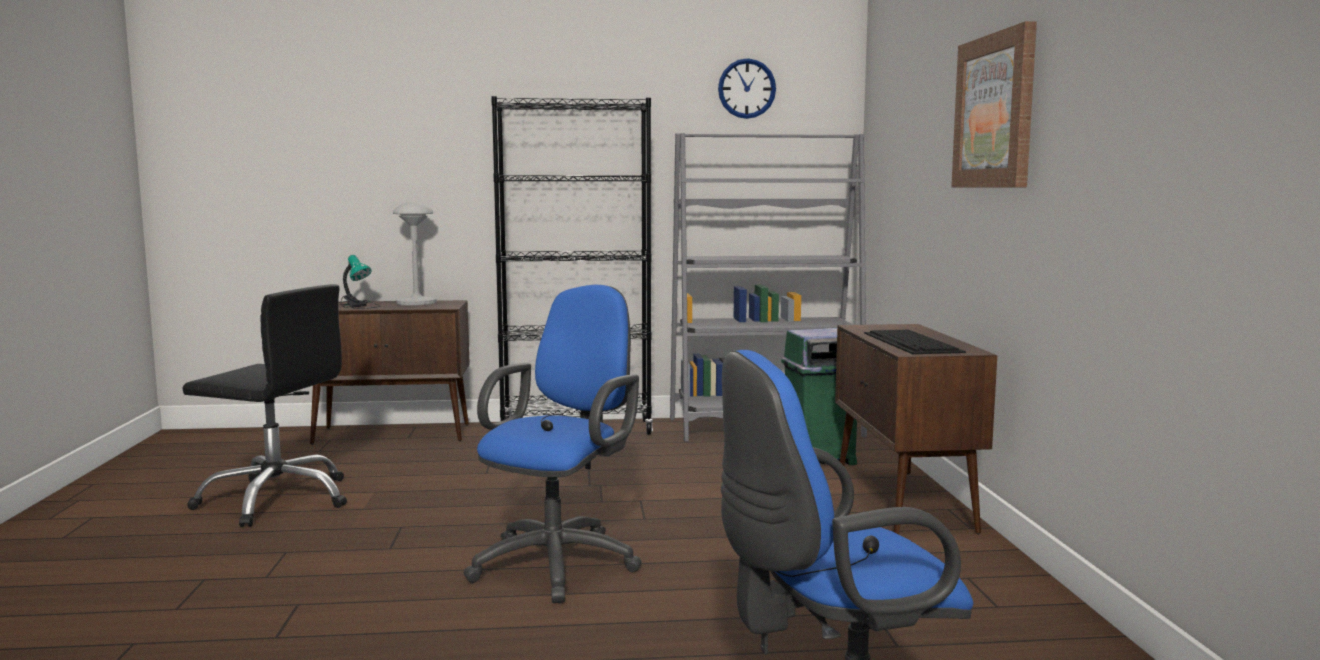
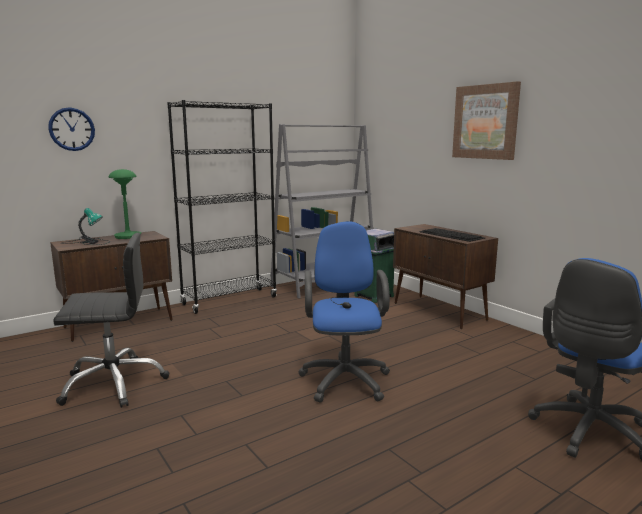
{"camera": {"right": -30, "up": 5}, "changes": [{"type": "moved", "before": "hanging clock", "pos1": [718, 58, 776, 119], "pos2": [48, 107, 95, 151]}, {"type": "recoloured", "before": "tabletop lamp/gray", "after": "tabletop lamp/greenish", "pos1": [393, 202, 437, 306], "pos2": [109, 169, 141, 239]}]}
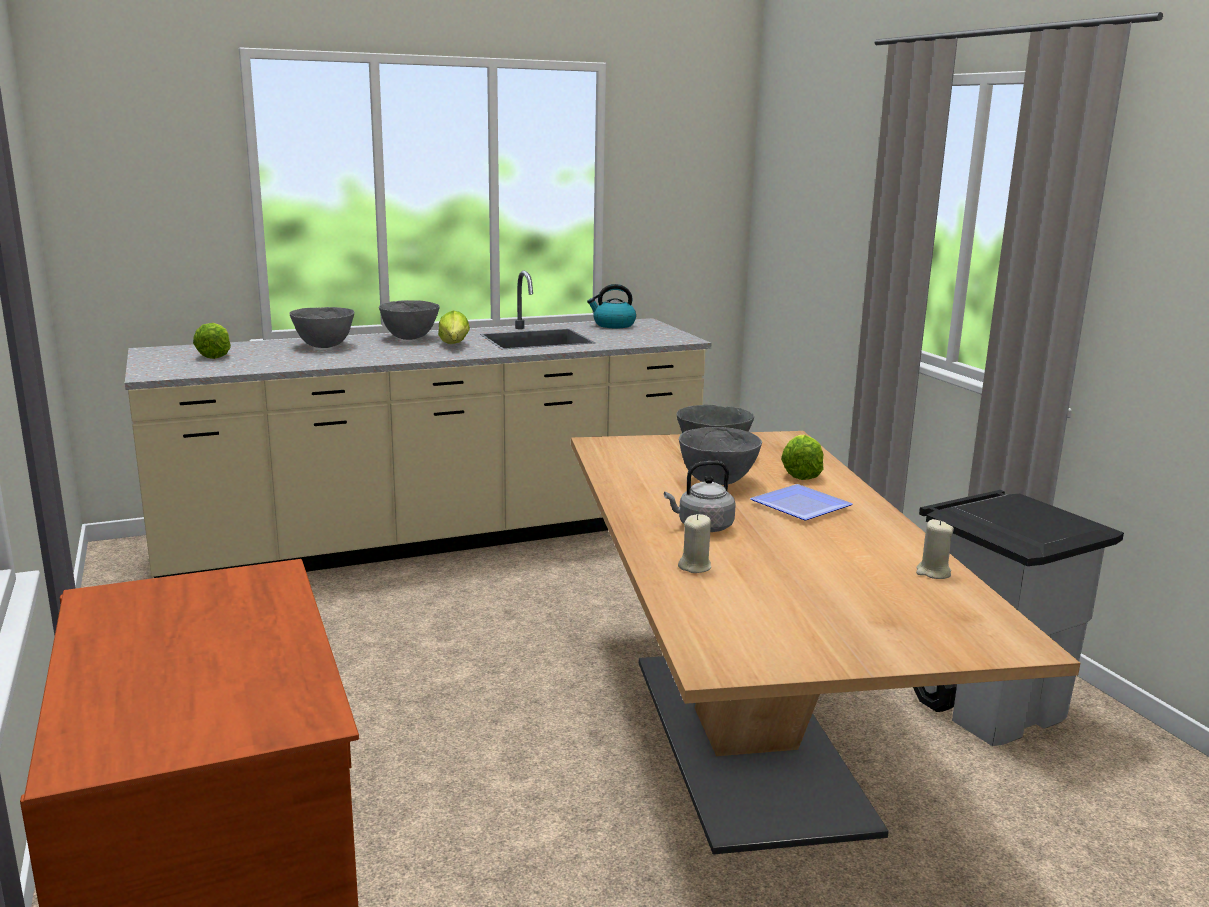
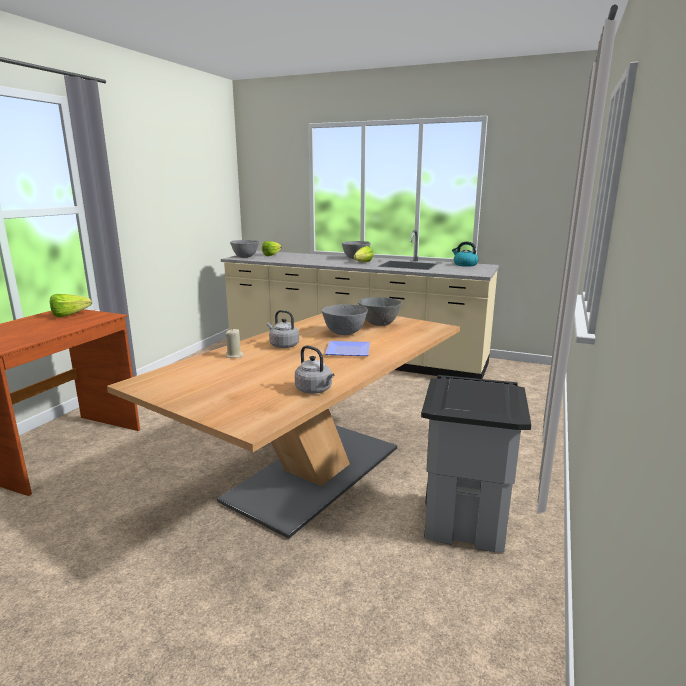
{"camera": {"right": 45, "up": 0}, "changes": [{"type": "moved", "before": "lettuce", "pos1": [781, 434, 824, 480], "pos2": [50, 294, 92, 317]}, {"type": "moved", "before": "serving bowl/gray", "pos1": [289, 307, 354, 348], "pos2": [230, 240, 259, 258]}, {"type": "replaced", "before": "candle/beige-coloured", "after": "tea kettle/gray", "pos1": [916, 519, 954, 579], "pos2": [295, 345, 334, 394]}]}
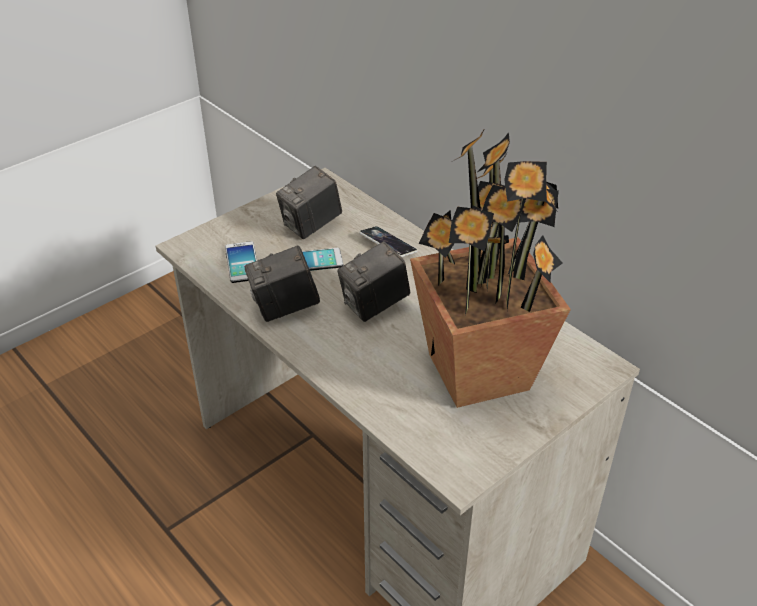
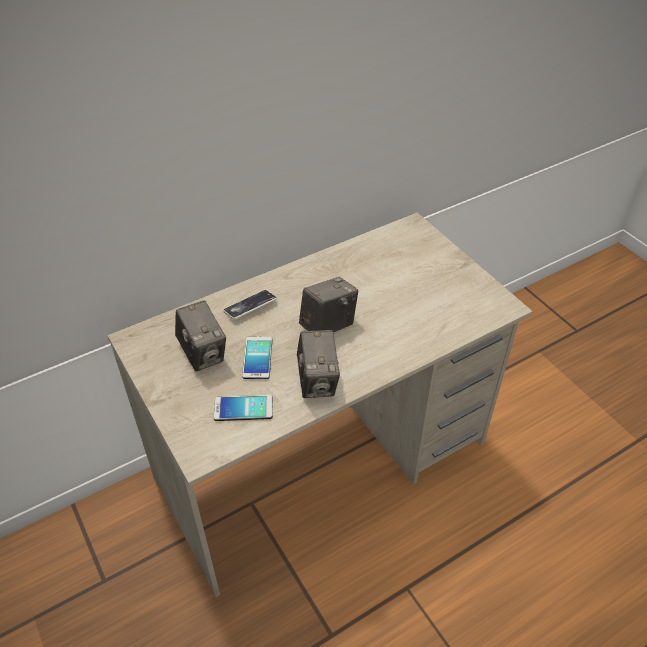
{"camera": {"right": -80, "up": 5}, "changes": [{"type": "turned", "before": "photo camera", "pos1": [337, 241, 410, 322], "pos2": [299, 277, 358, 332], "turn": -105}, {"type": "removed", "before": "houseplant", "pos1": [410, 128, 571, 408]}]}
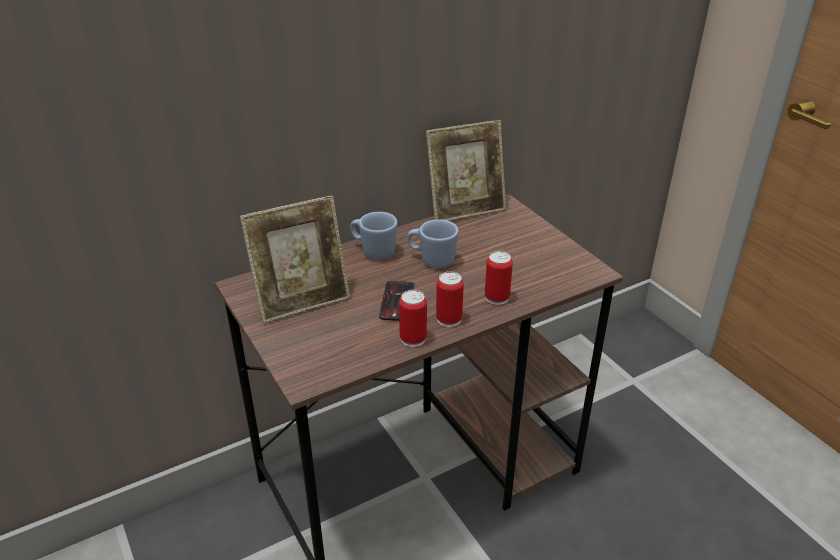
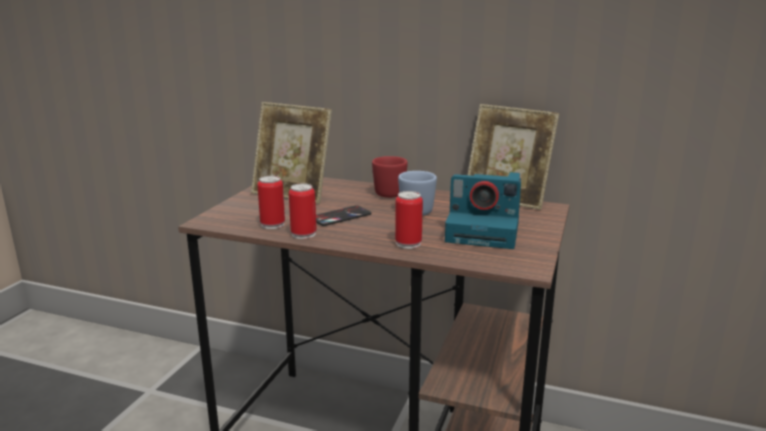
{"camera": {"right": 50, "up": -15}, "changes": [{"type": "moved", "before": "can", "pos1": [436, 271, 464, 327], "pos2": [257, 176, 285, 229]}, {"type": "recoloured", "before": "mug/blue", "after": "mug/reddish", "pos1": [350, 212, 398, 260], "pos2": [372, 156, 408, 198]}, {"type": "added", "after": "photo camera", "pos2": [445, 172, 521, 249]}]}
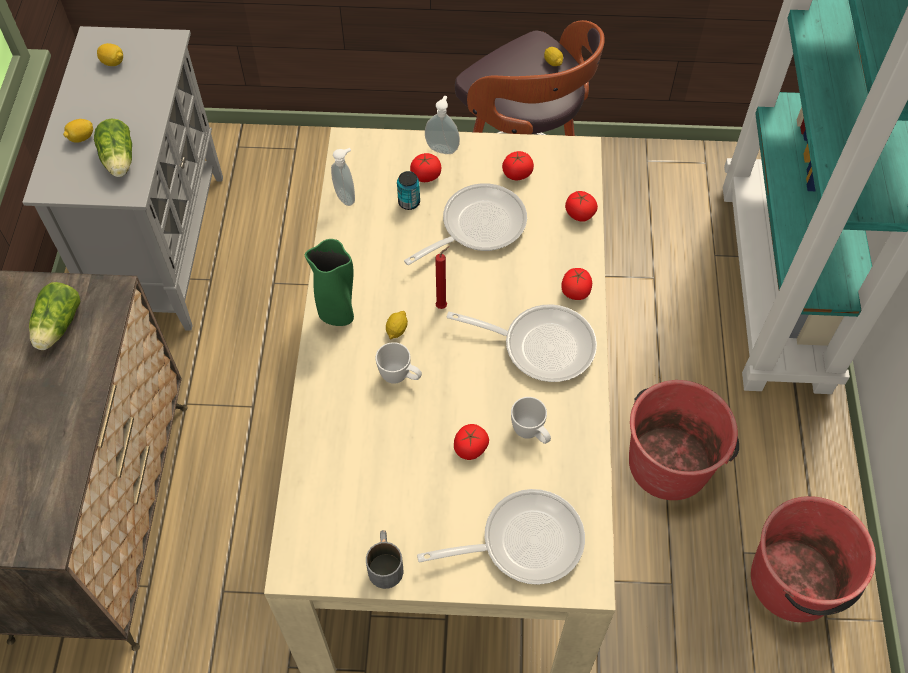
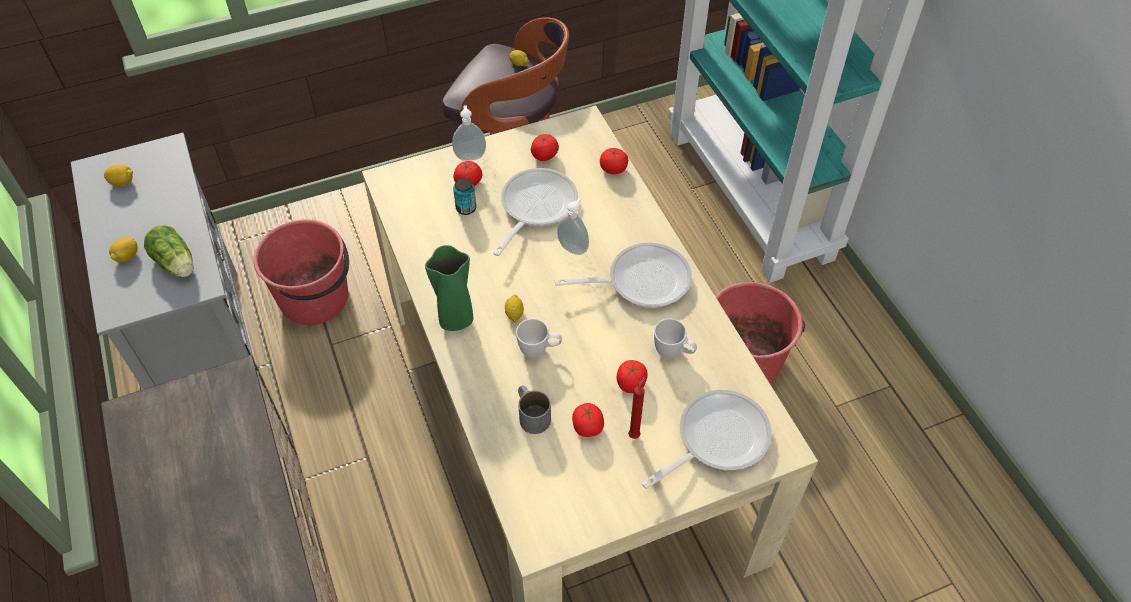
{"camera": {"right": -25, "up": -5}, "changes": [{"type": "moved", "before": "pail/reddish", "pos1": [751, 496, 876, 622], "pos2": [254, 219, 349, 325]}, {"type": "moved", "before": "mug/gray", "pos1": [366, 530, 404, 589], "pos2": [518, 385, 551, 434]}, {"type": "moved", "before": "liquid soap bottle", "pos1": [331, 148, 355, 206], "pos2": [557, 198, 589, 255]}, {"type": "moved", "before": "whole tomato", "pos1": [562, 268, 592, 300], "pos2": [572, 403, 604, 437]}, {"type": "moved", "before": "candle/reddish", "pos1": [435, 247, 449, 309], "pos2": [628, 377, 645, 439]}, {"type": "removed", "before": "lettuce", "pos1": [29, 282, 80, 350]}]}
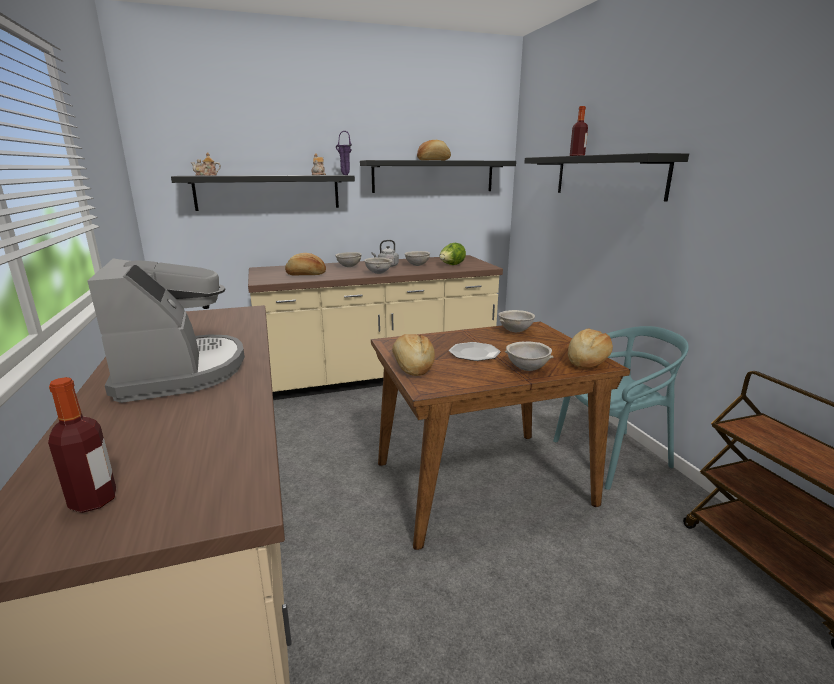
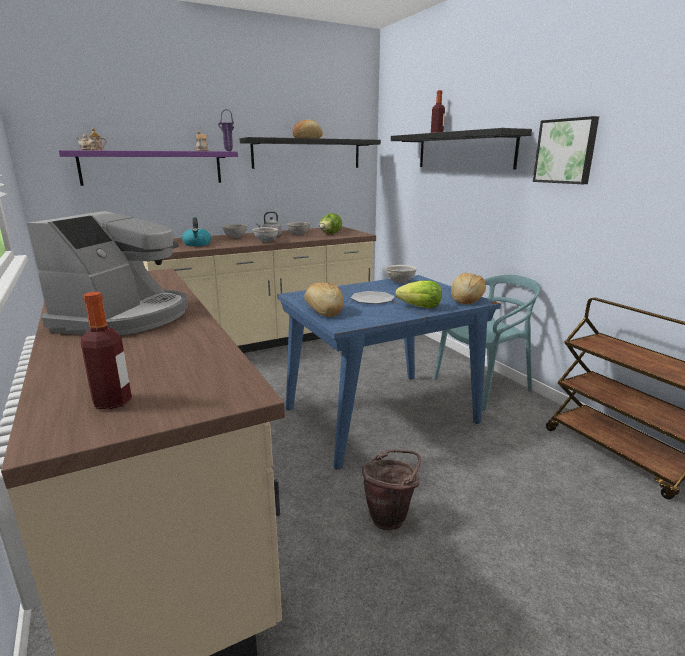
{"camera": {"right": -10, "up": 0}, "changes": [{"type": "turned", "before": "coffee brewer", "pos1": [88, 259, 245, 403], "pos2": [27, 211, 188, 335], "turn": 45}, {"type": "recoloured", "before": "shelf/black", "after": "shelf/purple-coloured", "pos1": [171, 175, 355, 211], "pos2": [59, 150, 238, 186]}, {"type": "replaced", "before": "bakery bread", "after": "tea kettle", "pos1": [285, 253, 326, 276], "pos2": [182, 217, 211, 246]}, {"type": "recoloured", "before": "dinner table/brown", "after": "dinner table/blue", "pos1": [371, 321, 630, 550], "pos2": [277, 275, 501, 469]}, {"type": "added", "after": "pail/brown", "pos2": [362, 449, 421, 530]}, {"type": "replaced", "before": "serving bowl/gray", "after": "lettuce", "pos1": [505, 342, 553, 371], "pos2": [395, 281, 442, 308]}, {"type": "added", "after": "wall picture", "pos2": [533, 116, 599, 184]}]}
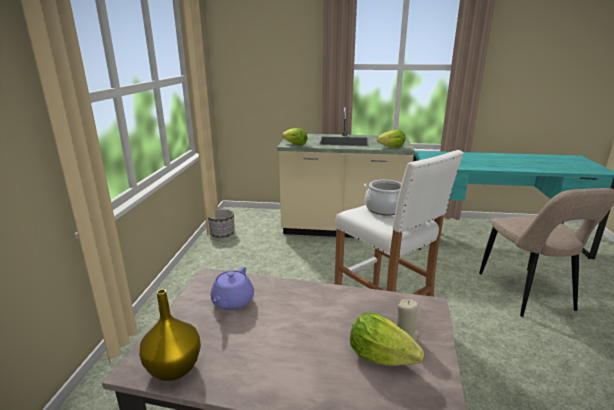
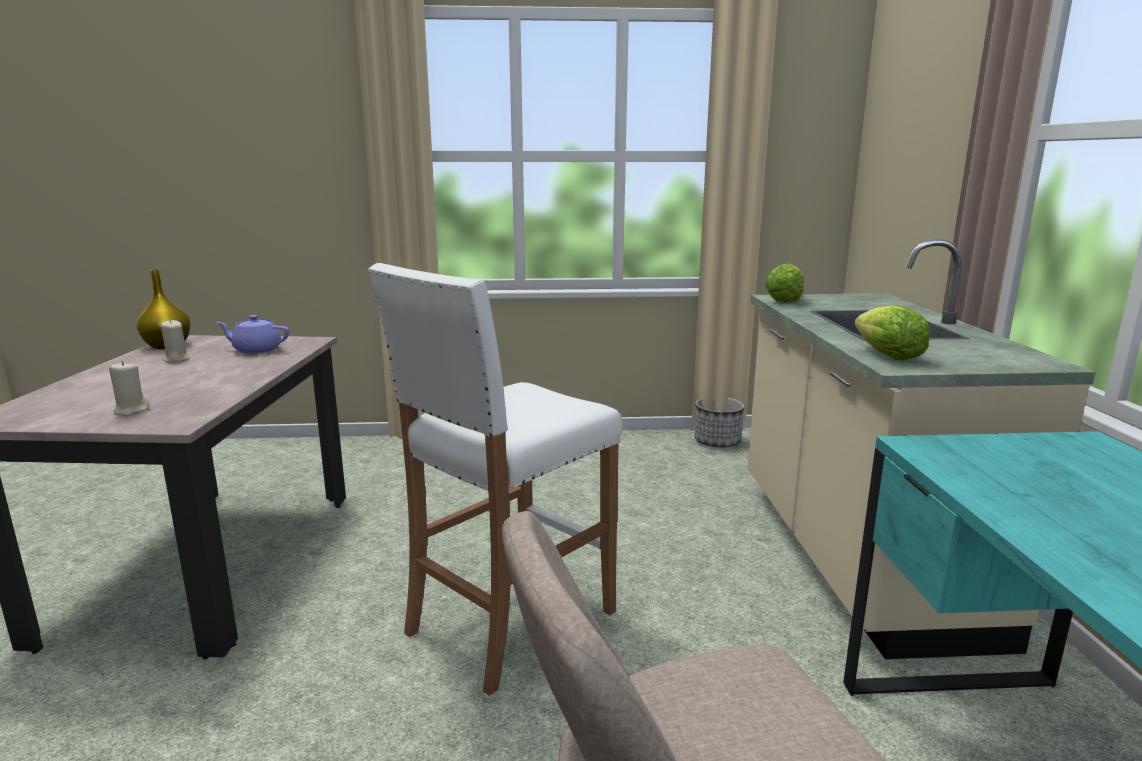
{"camera": {"right": 80, "up": -5}, "changes": [{"type": "added", "after": "candle/beige-coloured", "pos2": [161, 320, 189, 362]}, {"type": "removed", "before": "lettuce", "pos1": [350, 312, 424, 366]}, {"type": "removed", "before": "cooking pot", "pos1": [364, 180, 402, 216]}]}
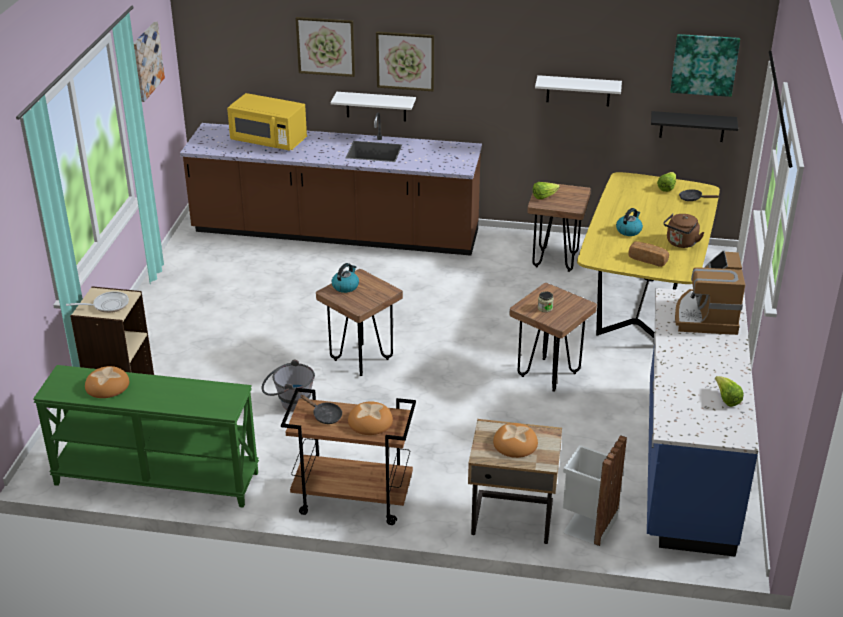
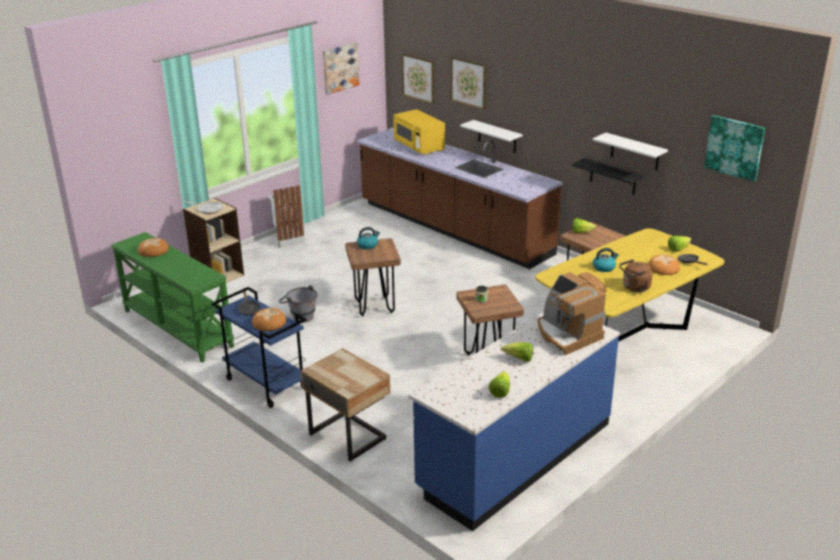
{"camera": {"right": 35, "up": -5}, "changes": [{"type": "recoloured", "before": "wheeled cart/brown", "after": "wheeled cart/blue", "pos1": [281, 388, 416, 525], "pos2": [211, 287, 306, 408]}, {"type": "moved", "before": "waste bin/whitish", "pos1": [563, 435, 627, 546], "pos2": [269, 185, 305, 248]}, {"type": "moved", "before": "wall picture", "pos1": [376, 32, 434, 91], "pos2": [402, 53, 434, 104]}, {"type": "added", "after": "lettuce", "pos2": [500, 342, 533, 362]}, {"type": "turned", "before": "coffee brewer", "pos1": [675, 251, 745, 335], "pos2": [538, 272, 606, 355], "turn": -75}, {"type": "moved", "before": "shelf/black", "pos1": [651, 111, 738, 142], "pos2": [572, 158, 644, 195]}, {"type": "moved", "before": "bakery bread", "pos1": [493, 423, 538, 458], "pos2": [648, 255, 680, 275]}]}
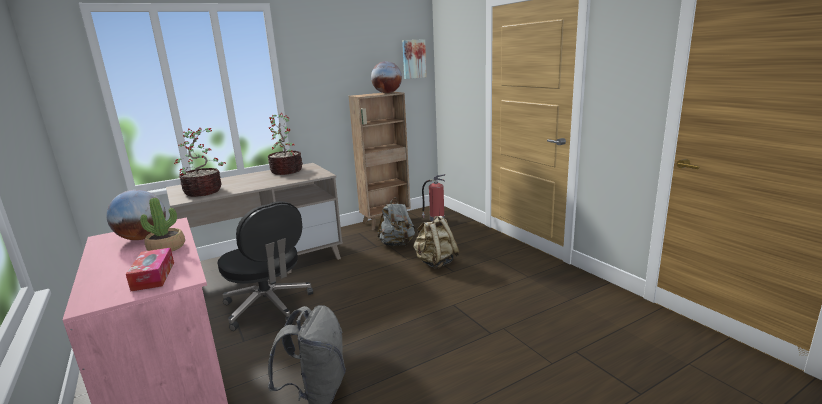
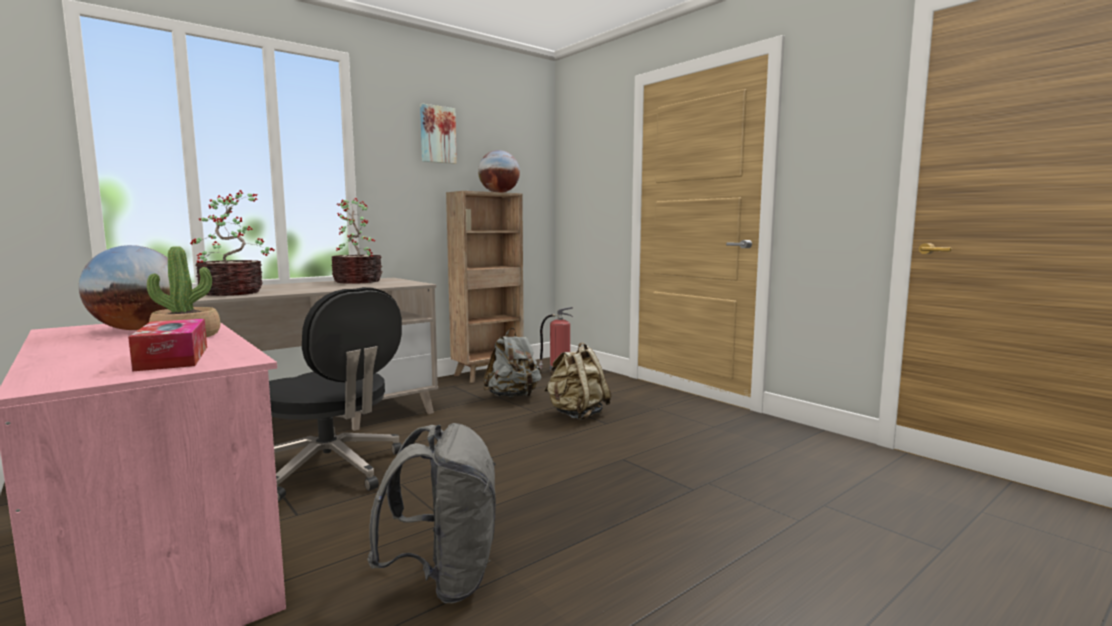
{"camera": {"right": -10, "up": -10}, "changes": [{"type": "moved", "before": "wall picture", "pos1": [402, 39, 427, 79], "pos2": [420, 103, 457, 164]}]}
